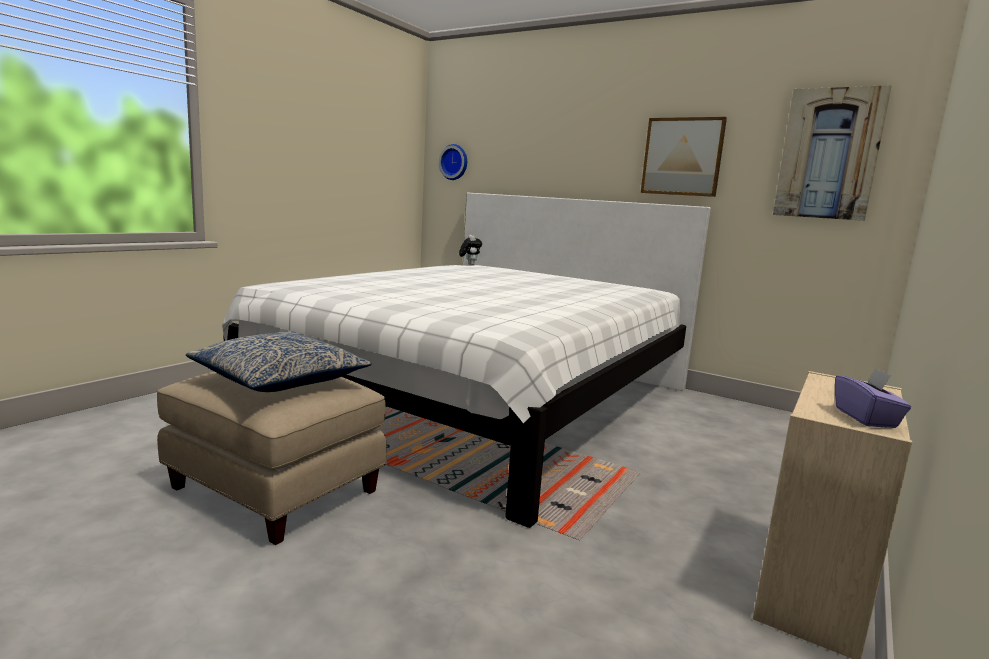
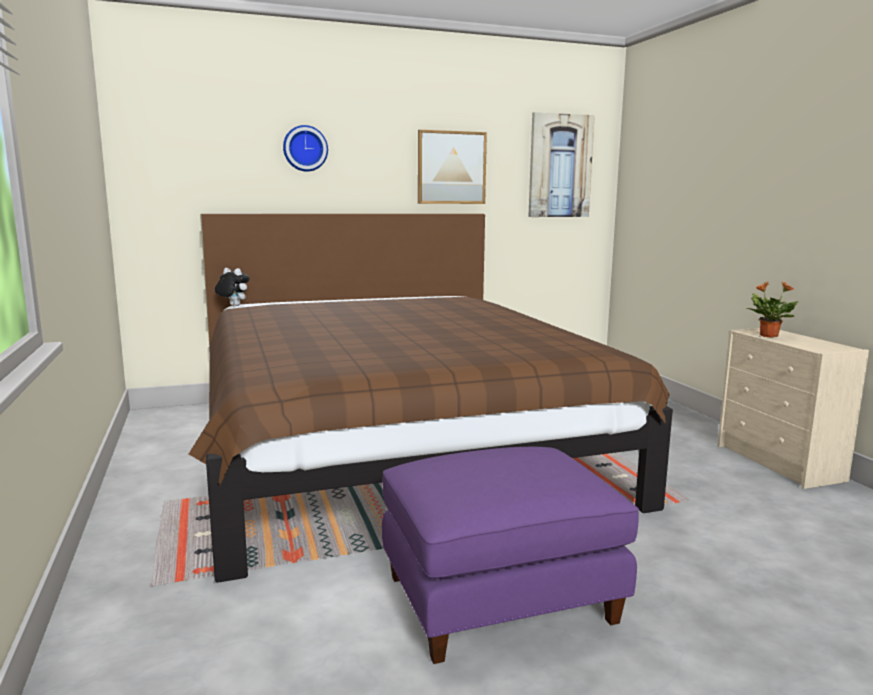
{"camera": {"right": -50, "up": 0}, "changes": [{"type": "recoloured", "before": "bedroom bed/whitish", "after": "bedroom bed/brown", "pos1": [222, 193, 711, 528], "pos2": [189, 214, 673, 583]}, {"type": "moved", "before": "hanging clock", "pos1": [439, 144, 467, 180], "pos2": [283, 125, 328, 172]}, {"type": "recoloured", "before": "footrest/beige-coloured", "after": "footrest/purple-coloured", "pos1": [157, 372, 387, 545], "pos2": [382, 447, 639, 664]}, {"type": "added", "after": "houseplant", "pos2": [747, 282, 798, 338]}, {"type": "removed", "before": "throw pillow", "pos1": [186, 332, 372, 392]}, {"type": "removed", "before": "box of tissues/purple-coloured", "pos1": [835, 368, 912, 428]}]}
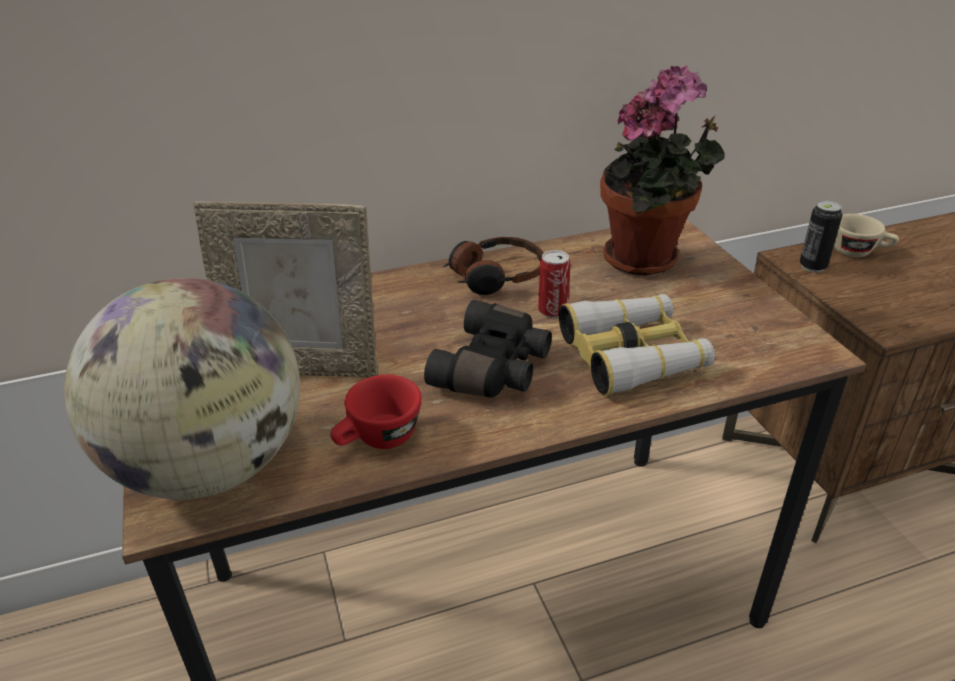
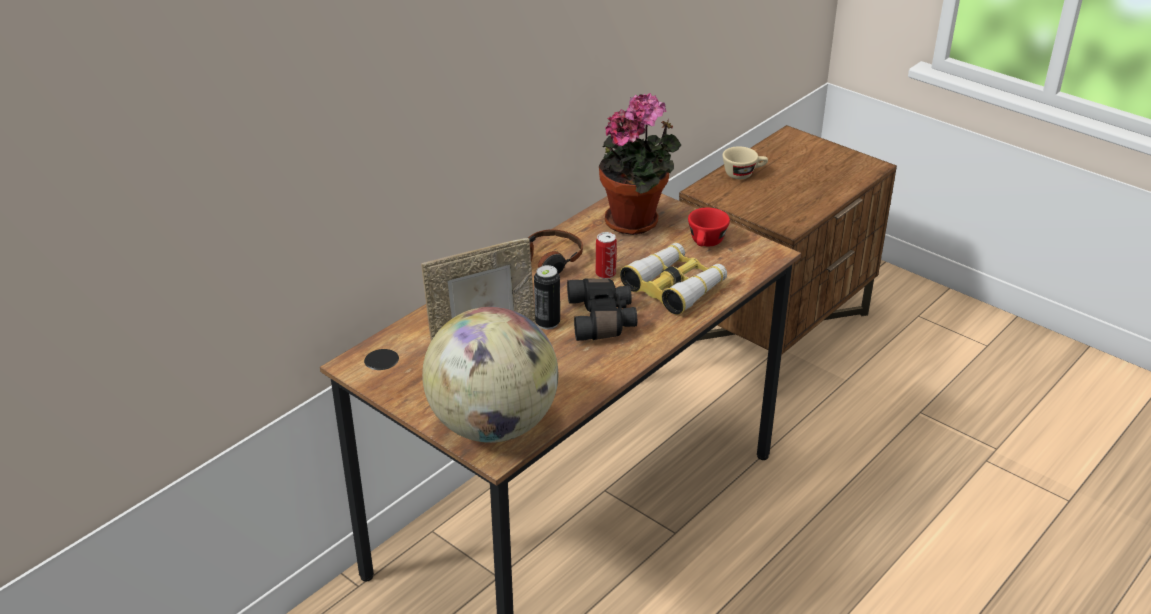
{"camera": {"right": -30, "up": 0}, "changes": [{"type": "moved", "before": "can", "pos1": [800, 200, 842, 273], "pos2": [534, 265, 560, 329]}, {"type": "moved", "before": "cup/reddish", "pos1": [330, 375, 422, 449], "pos2": [688, 208, 730, 246]}]}
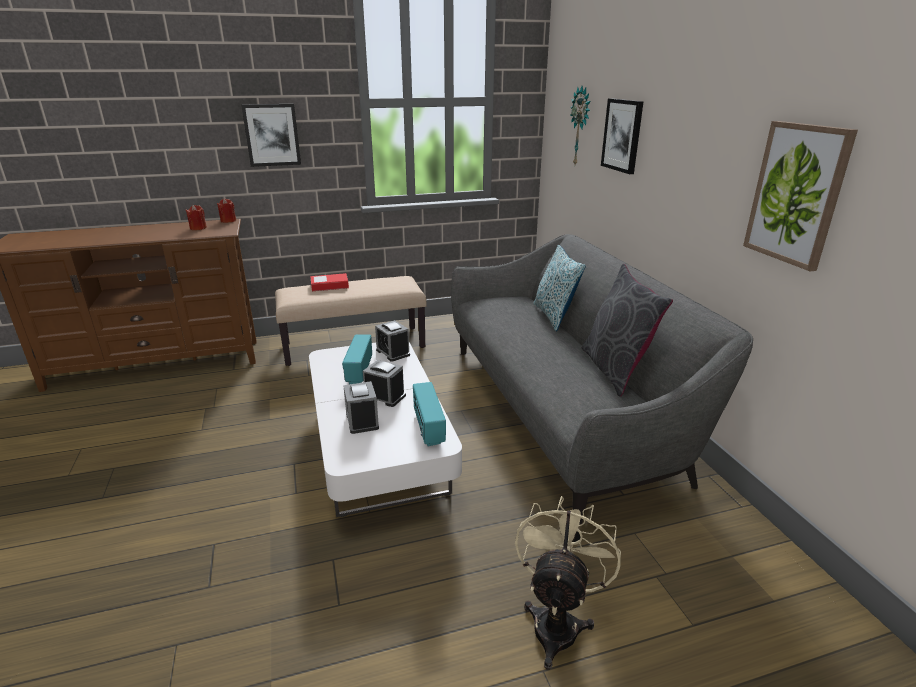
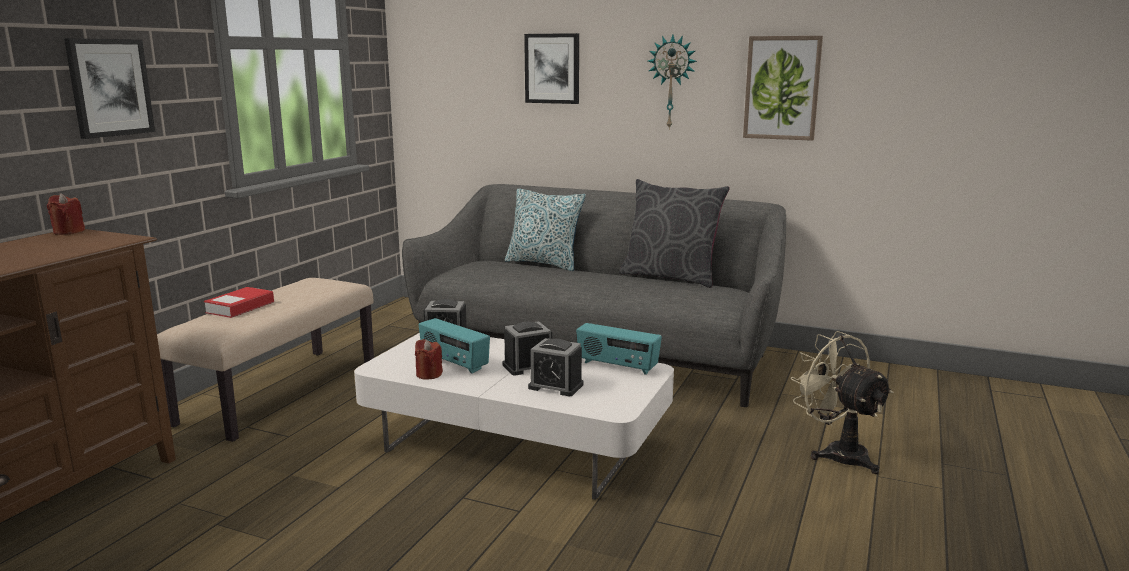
{"camera": {"right": -50, "up": -10}, "changes": [{"type": "moved", "before": "candle/reddish", "pos1": [186, 205, 207, 230], "pos2": [415, 339, 443, 379]}, {"type": "moved", "before": "hanging clock", "pos1": [570, 86, 590, 164], "pos2": [648, 35, 697, 129]}]}
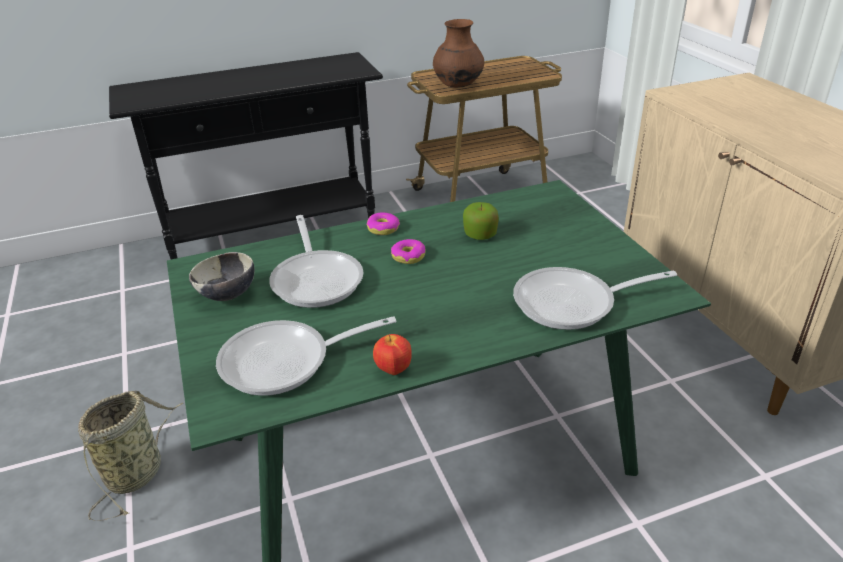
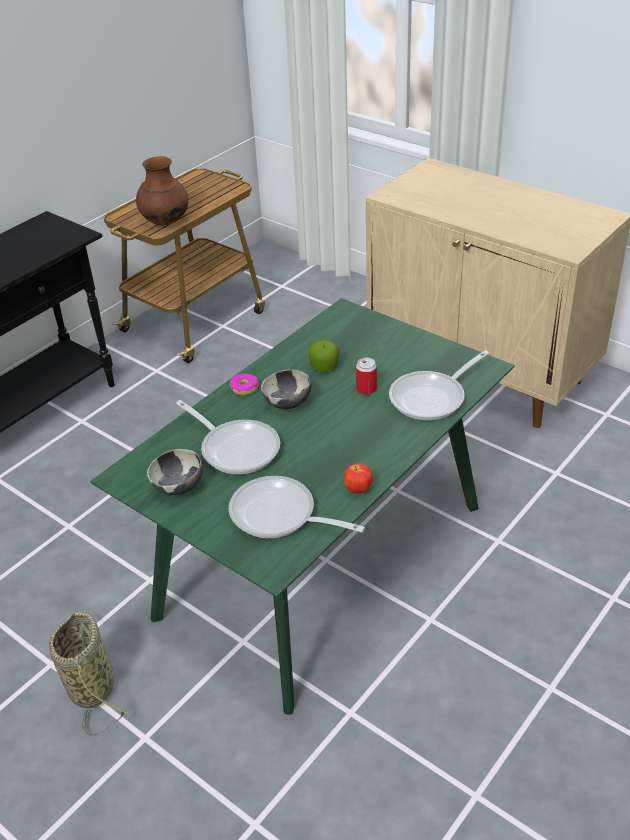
{"camera": {"right": -30, "up": 5}, "changes": [{"type": "turned", "before": "skillet", "pos1": [216, 316, 396, 396], "pos2": [229, 476, 365, 539], "turn": 75}, {"type": "replaced", "before": "doughnut", "after": "serving bowl", "pos1": [391, 239, 426, 264], "pos2": [261, 369, 311, 410]}, {"type": "added", "after": "can", "pos2": [356, 358, 377, 395]}]}
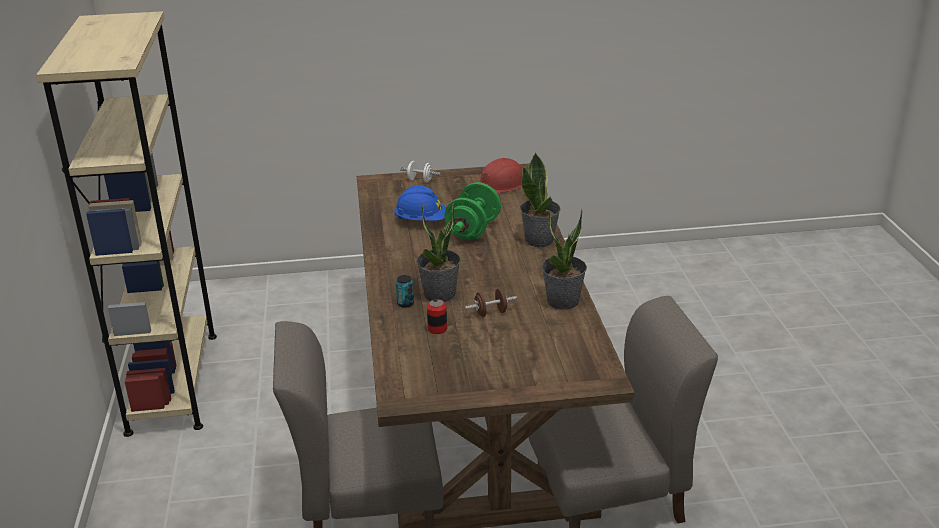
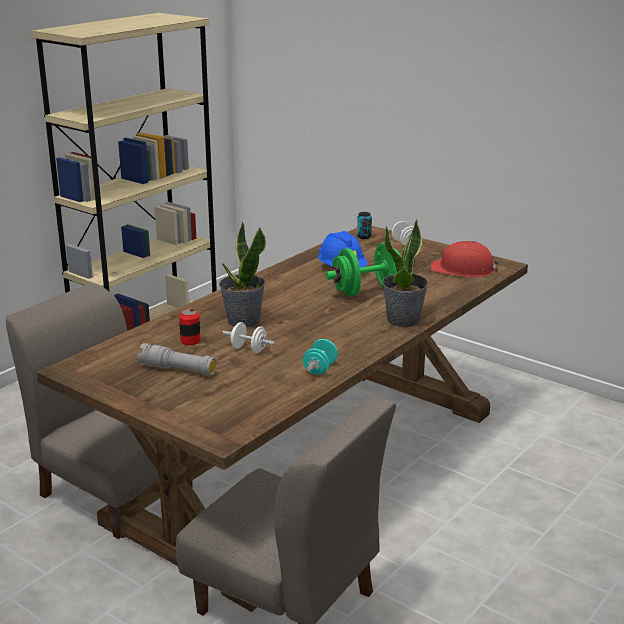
{"camera": {"right": 45, "up": -5}, "changes": [{"type": "added", "after": "hand torch/gray", "pos2": [137, 343, 217, 375]}, {"type": "recoloured", "before": "free weight/brown", "after": "free weight/whitish", "pos1": [465, 288, 517, 317], "pos2": [222, 322, 275, 353]}, {"type": "replaced", "before": "houseplant", "after": "free weight/blue-green", "pos1": [542, 209, 587, 310], "pos2": [303, 339, 338, 375]}, {"type": "moved", "before": "can", "pos1": [396, 275, 414, 308], "pos2": [357, 212, 372, 239]}]}
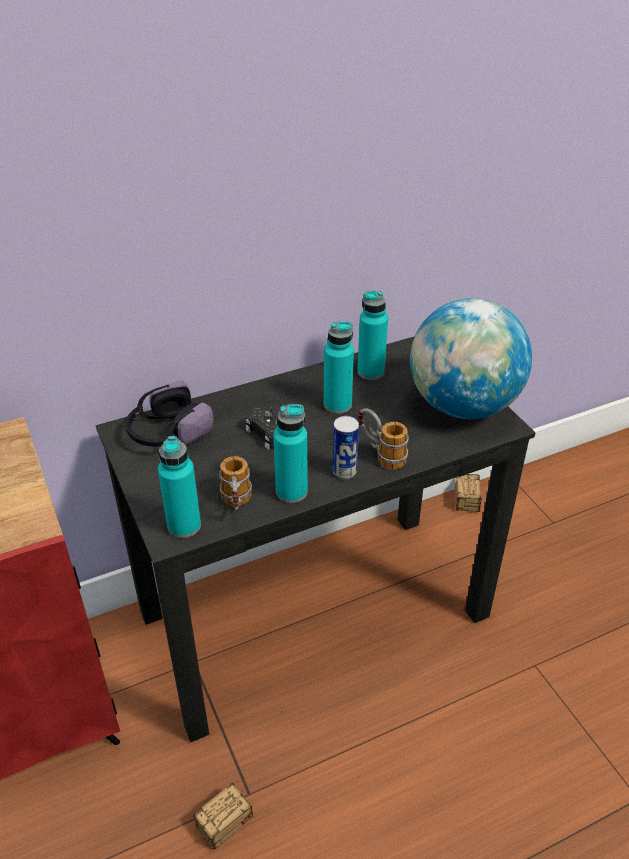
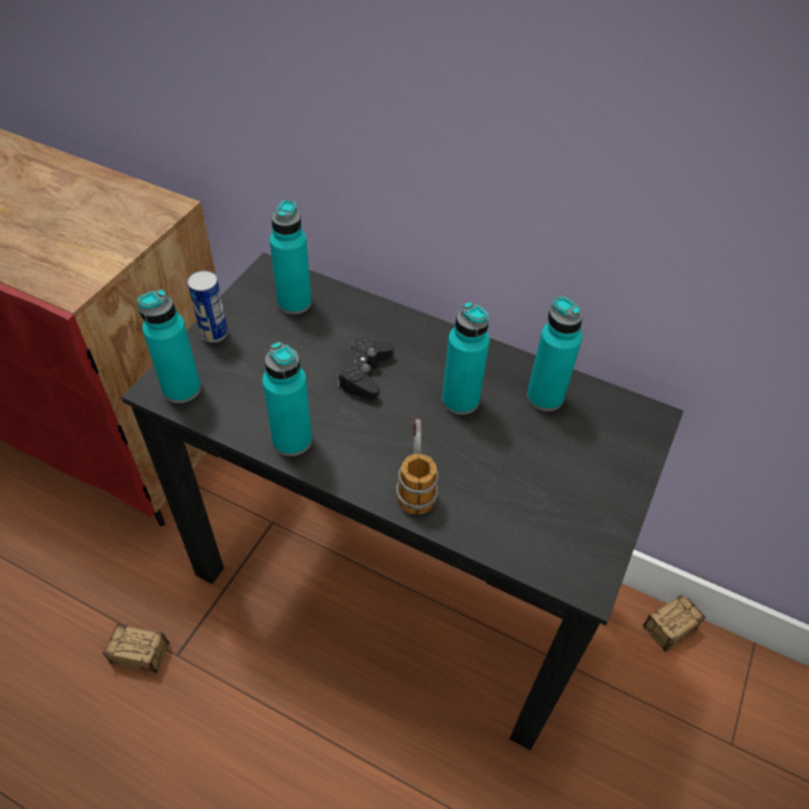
{"camera": {"right": 50, "up": 10}, "changes": [{"type": "moved", "before": "can", "pos1": [333, 416, 359, 480], "pos2": [188, 271, 228, 343]}, {"type": "replaced", "before": "pair of headphones", "after": "drink bottle/blue-green", "pos1": [126, 381, 214, 446], "pos2": [269, 200, 312, 315]}, {"type": "removed", "before": "mug", "pos1": [219, 456, 252, 513]}, {"type": "removed", "before": "world globe", "pos1": [410, 298, 532, 419]}]}
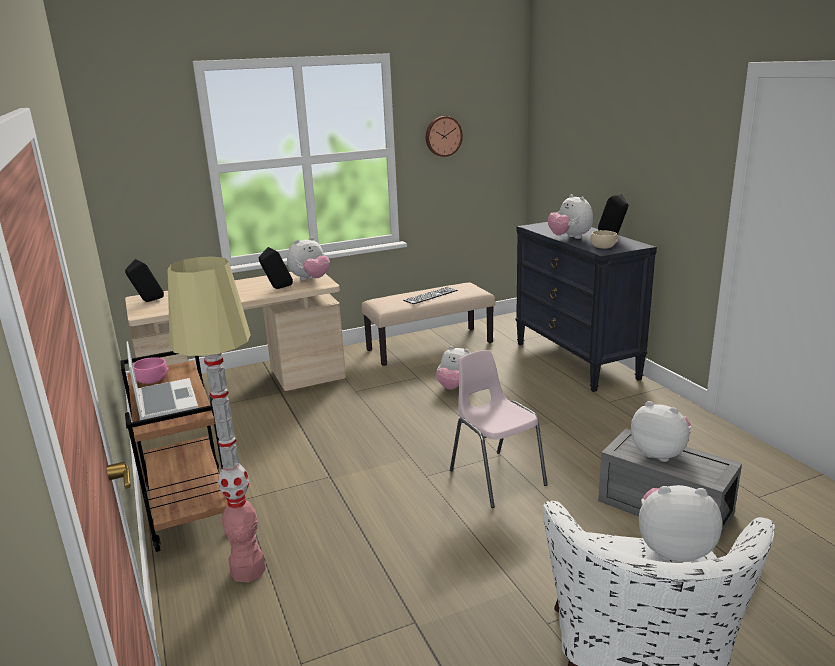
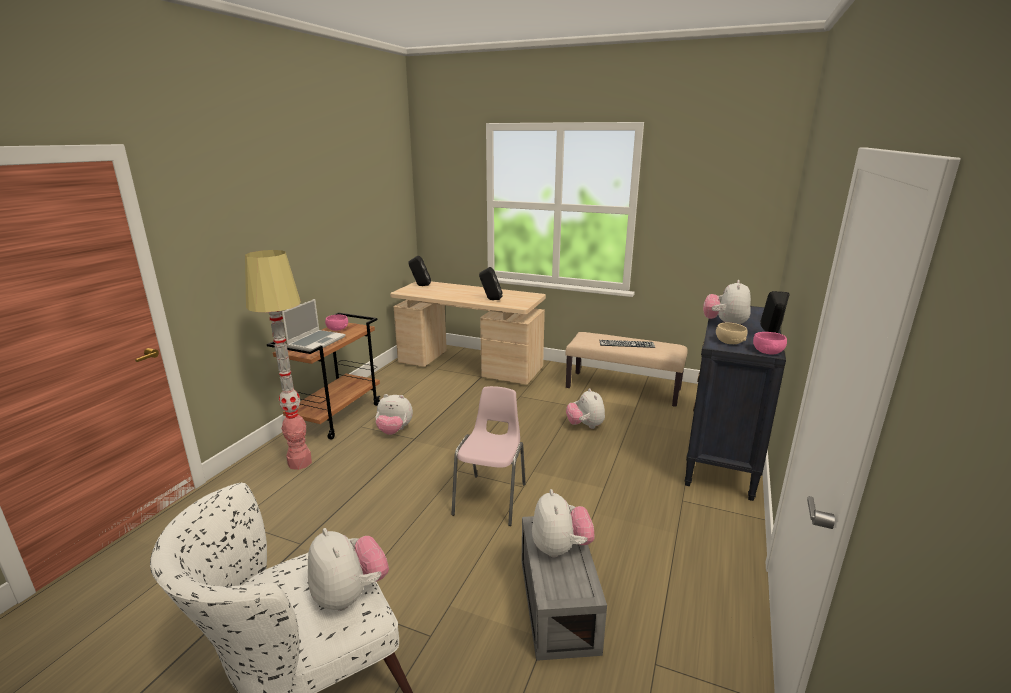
{"camera": {"right": 45, "up": 0}, "changes": [{"type": "moved", "before": "plush toy", "pos1": [287, 237, 330, 281], "pos2": [375, 394, 413, 435]}, {"type": "added", "after": "serving bowl/pink", "pos2": [753, 332, 787, 355]}, {"type": "removed", "before": "hanging clock", "pos1": [426, 116, 463, 157]}]}
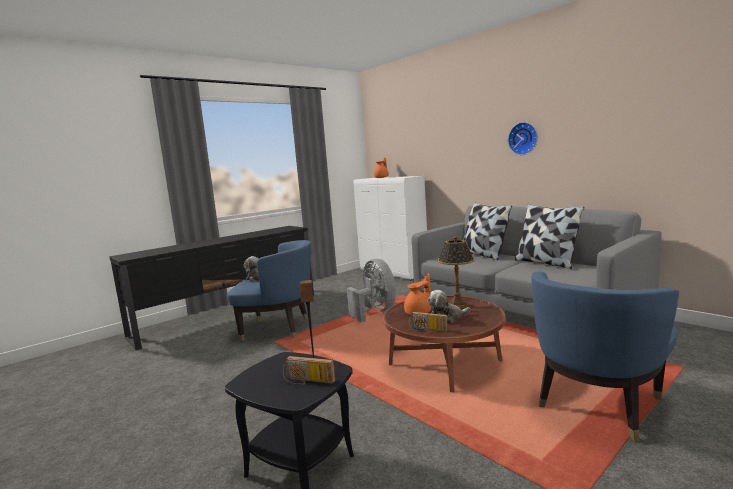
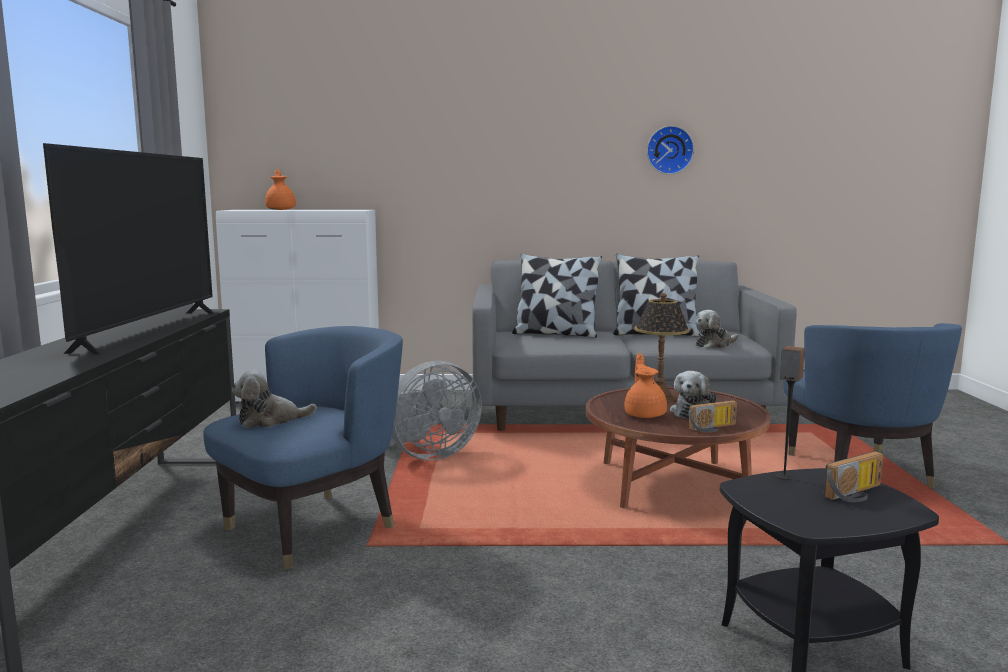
{"camera": {"right": -50, "up": 0}, "changes": [{"type": "added", "after": "TV", "pos2": [43, 143, 214, 354]}, {"type": "turned", "before": "fan/gray", "pos1": [347, 259, 396, 322], "pos2": [390, 361, 482, 460], "turn": 135}, {"type": "moved", "before": "hanging clock", "pos1": [508, 122, 538, 155], "pos2": [647, 126, 694, 174]}, {"type": "added", "after": "plush toy", "pos2": [695, 310, 739, 349]}]}
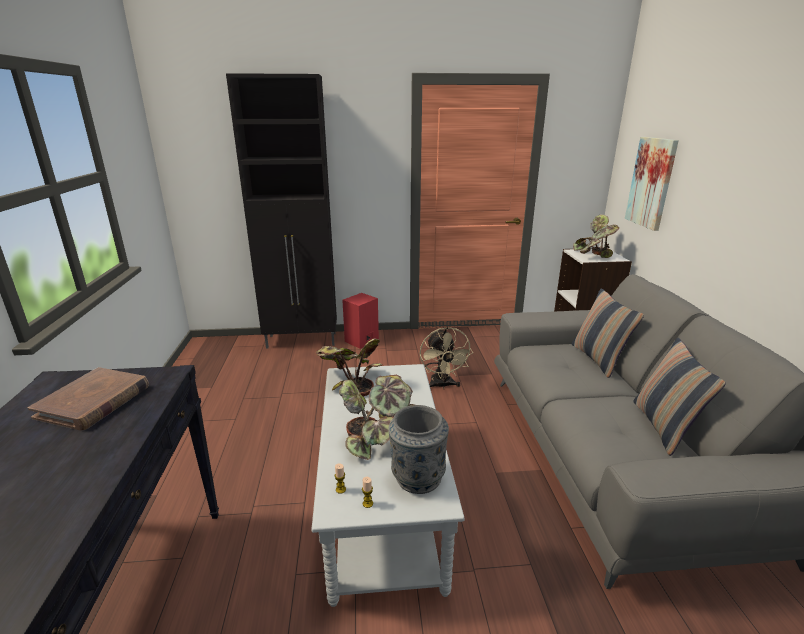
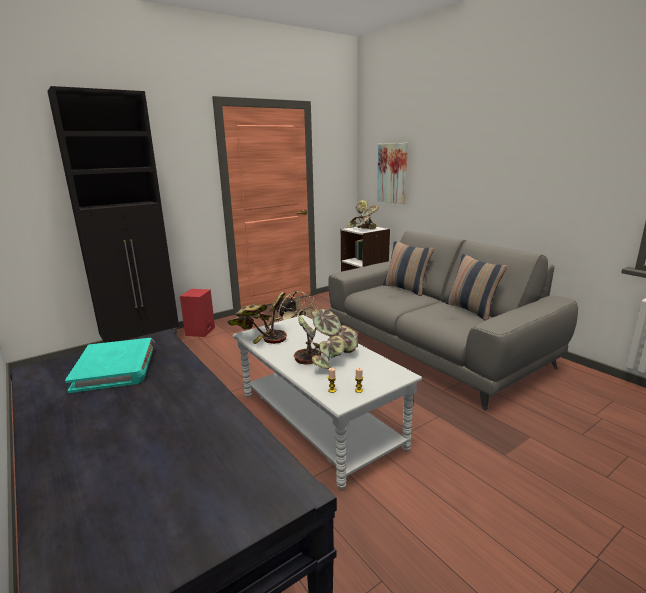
{"camera": {"right": -30, "up": -5}, "changes": [{"type": "recoloured", "before": "bound book/brown", "after": "bound book/blue-green", "pos1": [27, 367, 149, 431], "pos2": [65, 338, 155, 393]}, {"type": "removed", "before": "decorative vase/gray", "pos1": [388, 405, 449, 494]}]}
